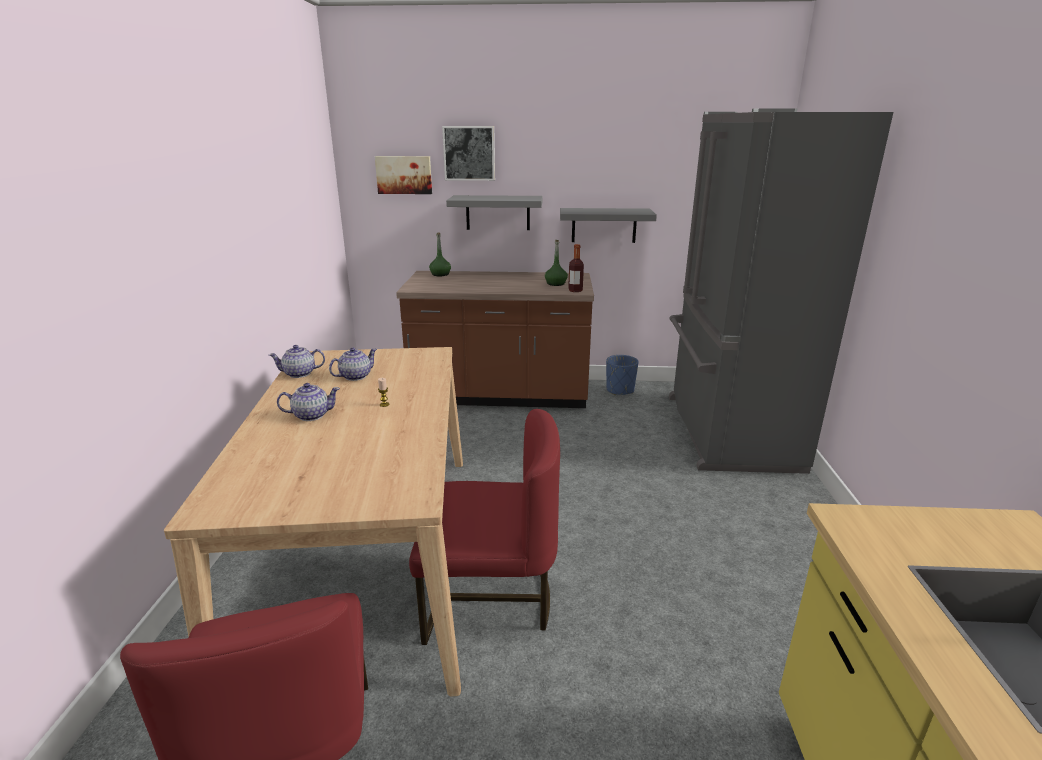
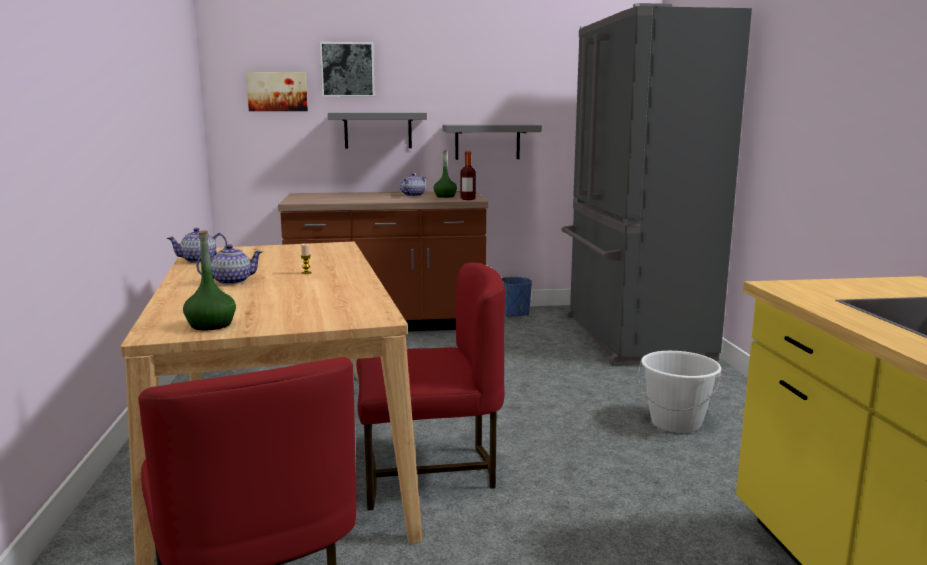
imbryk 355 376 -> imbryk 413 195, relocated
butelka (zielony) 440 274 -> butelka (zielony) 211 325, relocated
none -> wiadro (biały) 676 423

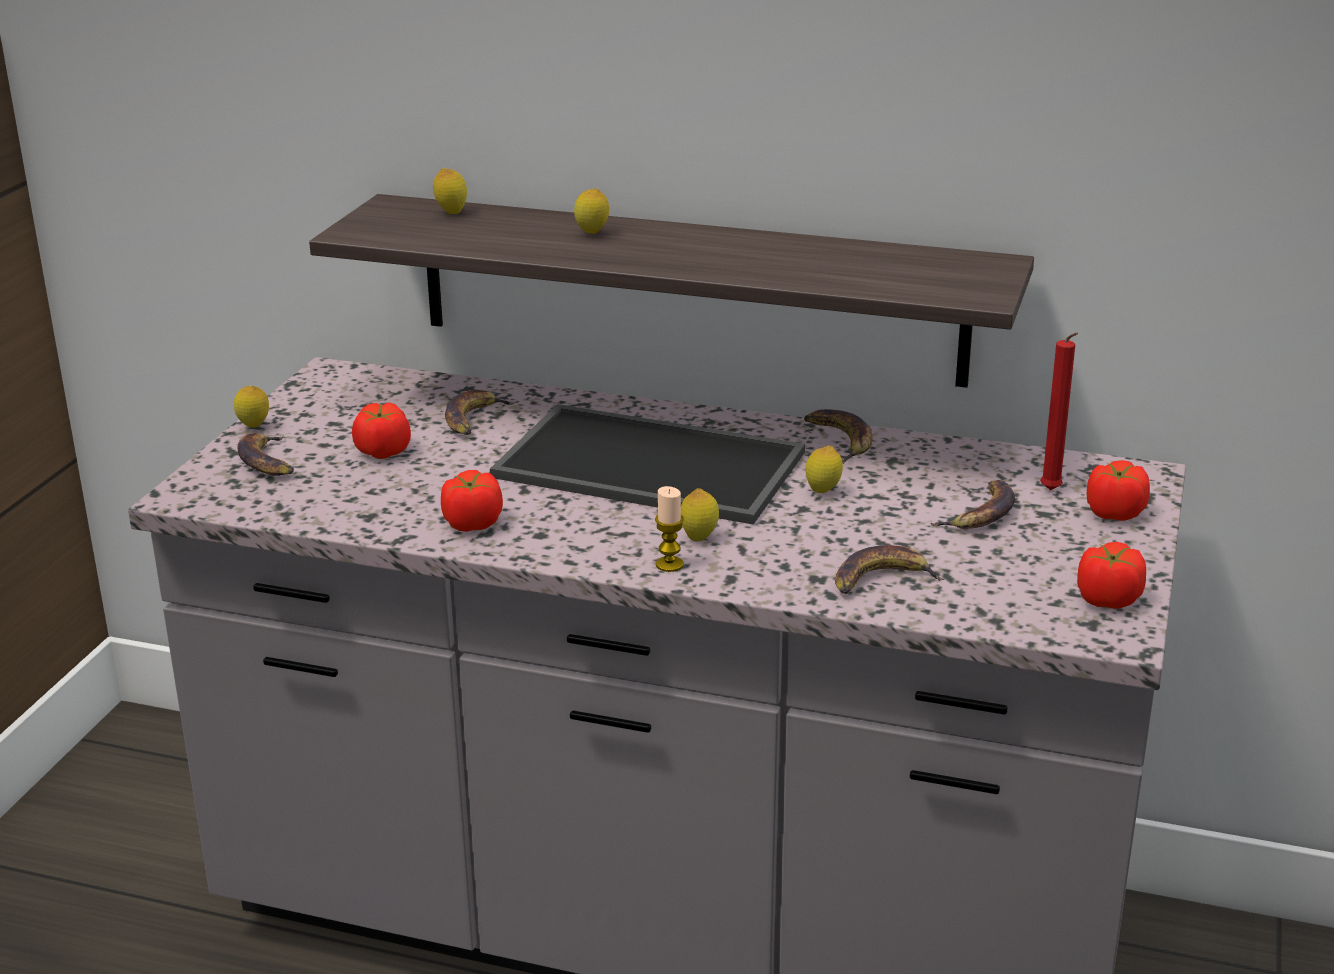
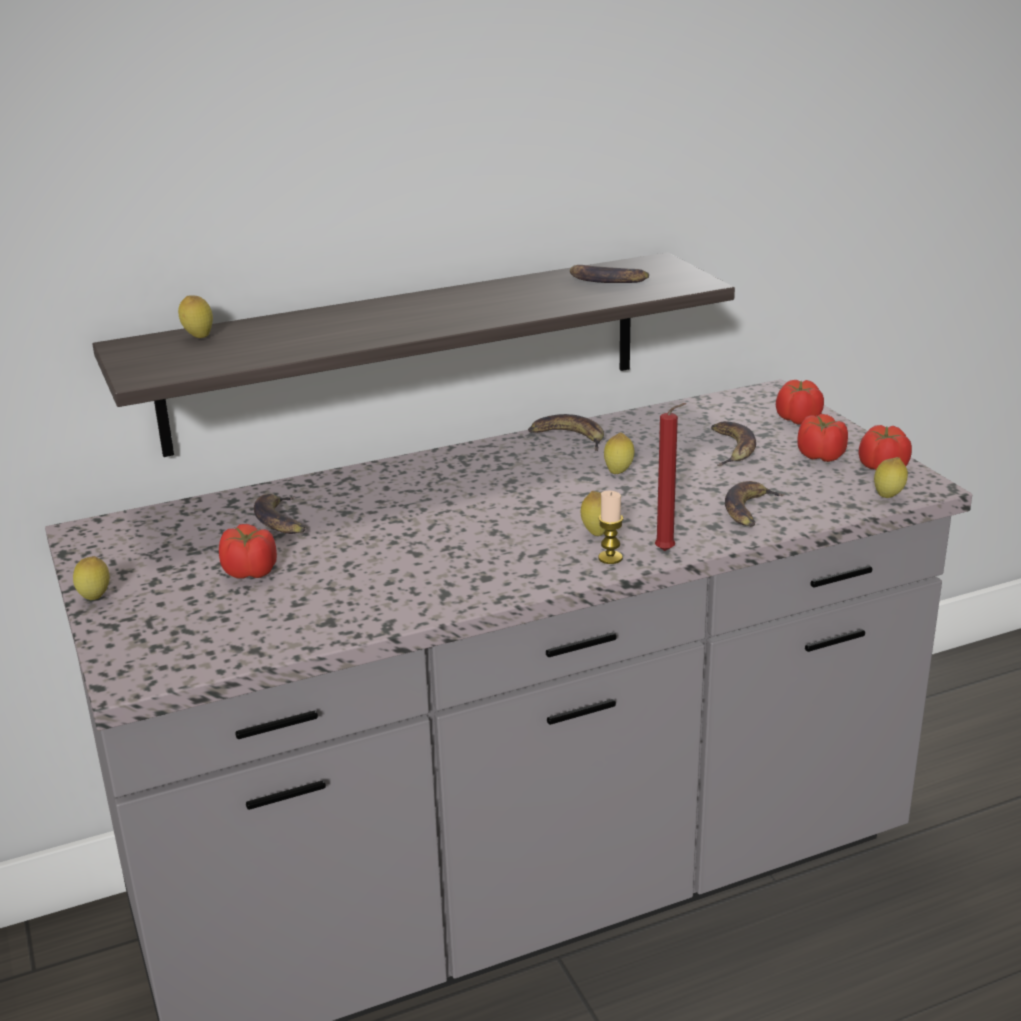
banan 268 461 -> banan 606 281, relocated
pomidor 472 523 -> pomidor 821 456, relocated
taca 644 466 -> none
cytryna 592 234 -> cytryna 888 497, relocated
świeca (czerwony) 1052 492 -> świeca (czerwony) 667 552, relocated

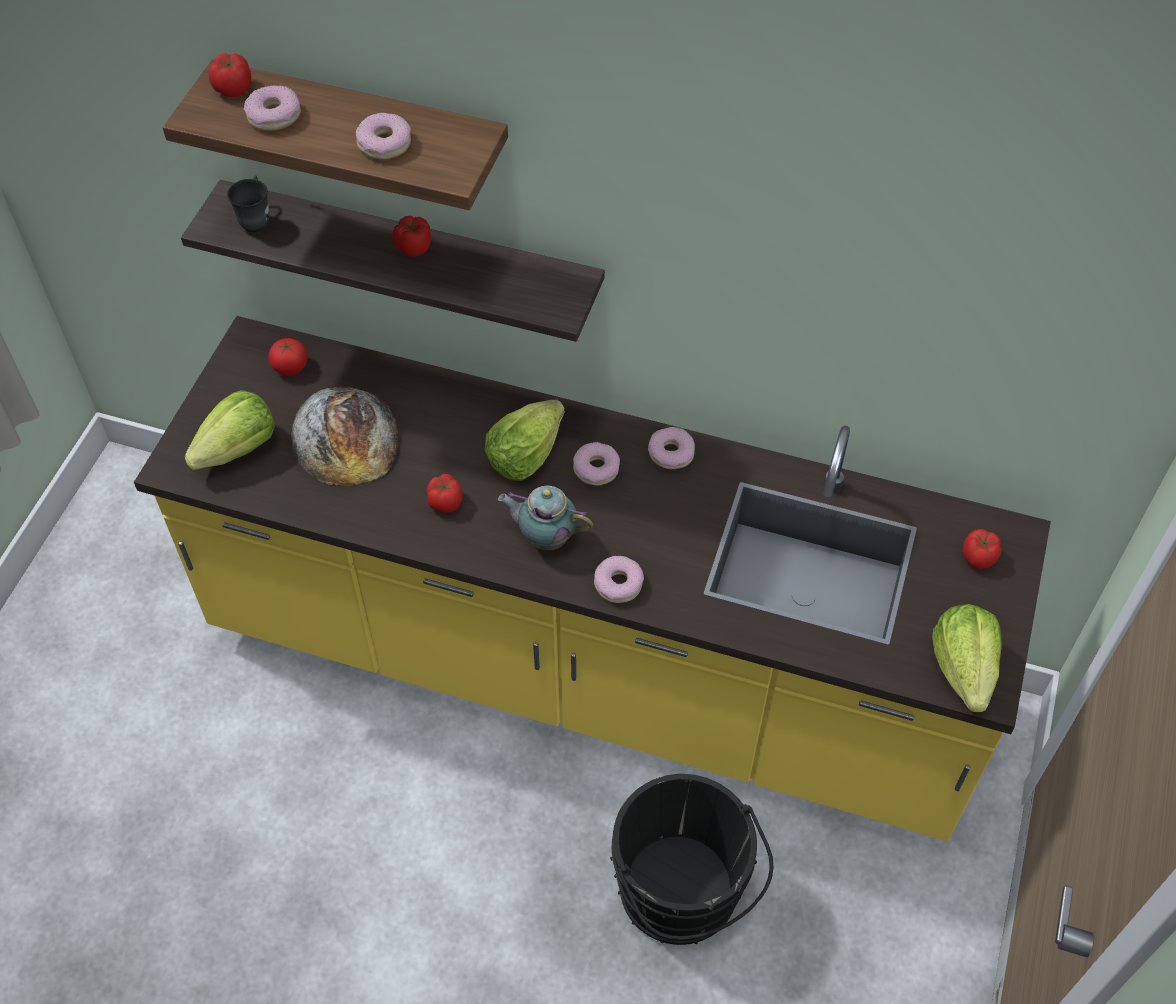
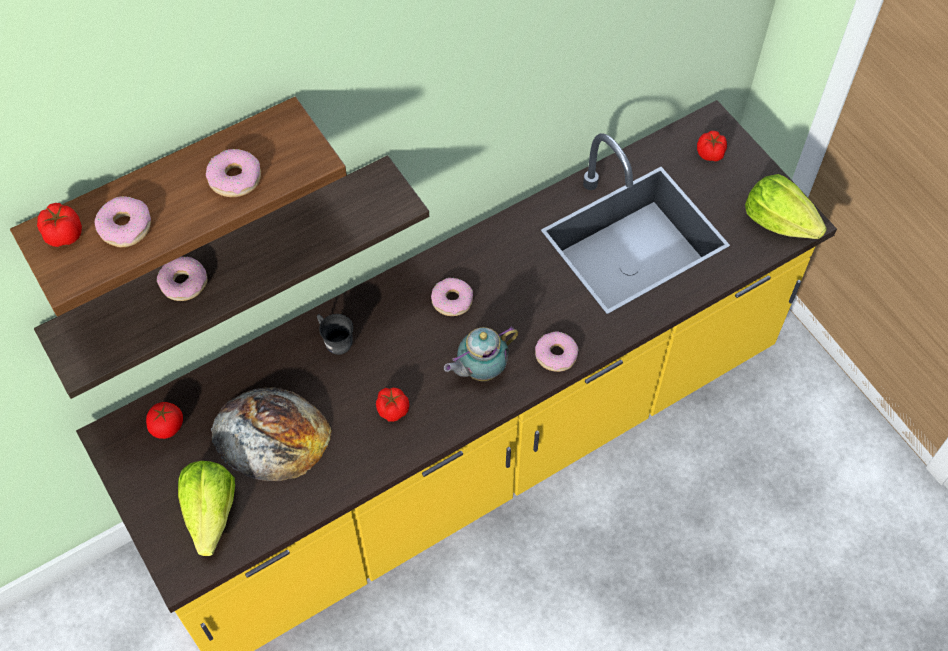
kubek (szary) 256 218 -> kubek (szary) 335 342, relocated
pomidor 414 247 -> none
sałata 525 455 -> none
wiadro (czarny) 681 896 -> none
donut 671 453 -> donut 184 283, relocated

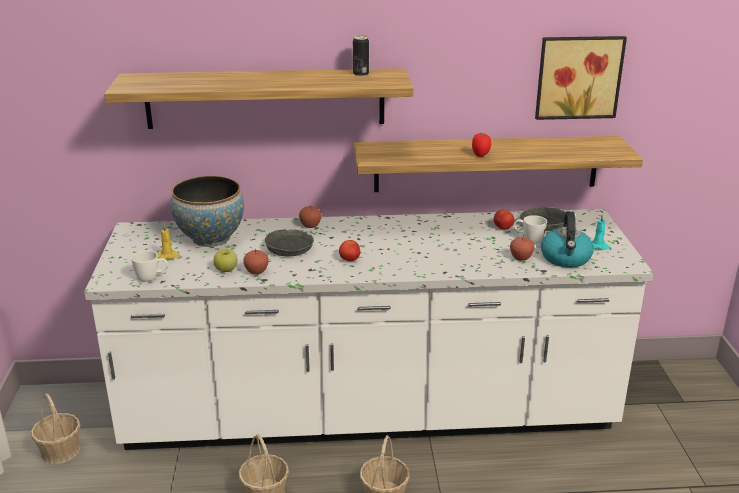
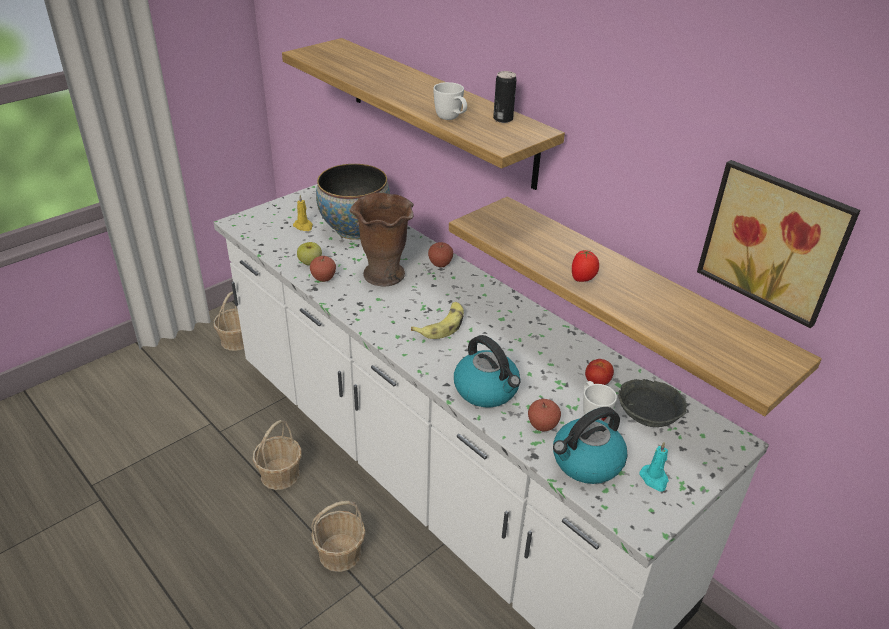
kubek (biały) 152 279 -> kubek (biały) 451 119, relocated
miska (szary) 290 248 -> wazon (brązowy) 384 274
pomidor 349 260 -> none
none -> banan 442 325
none -> czajnik 487 390

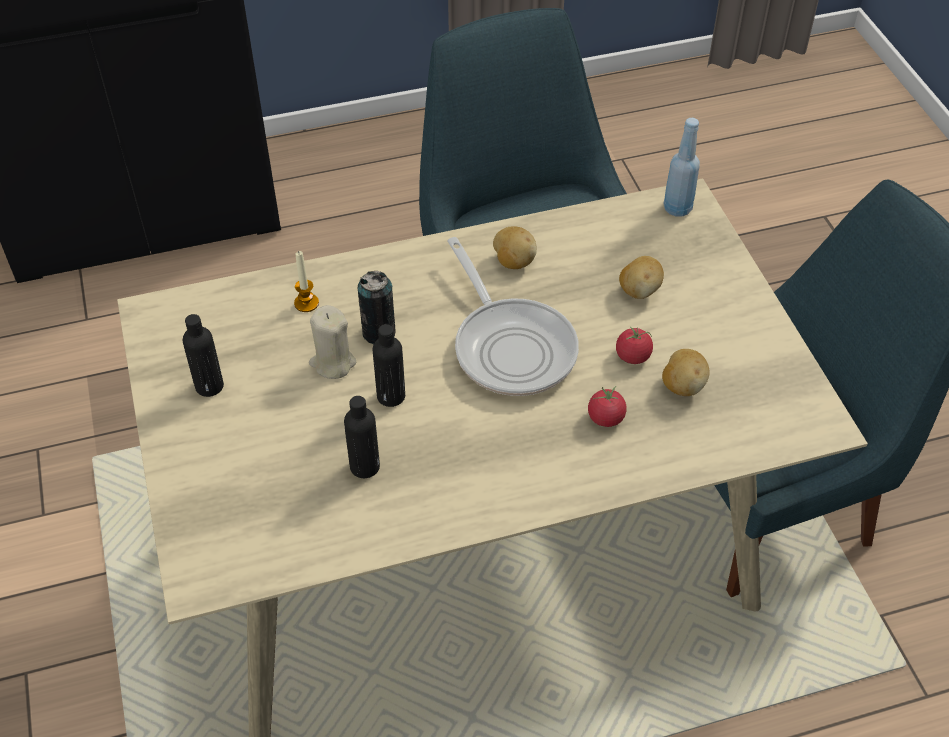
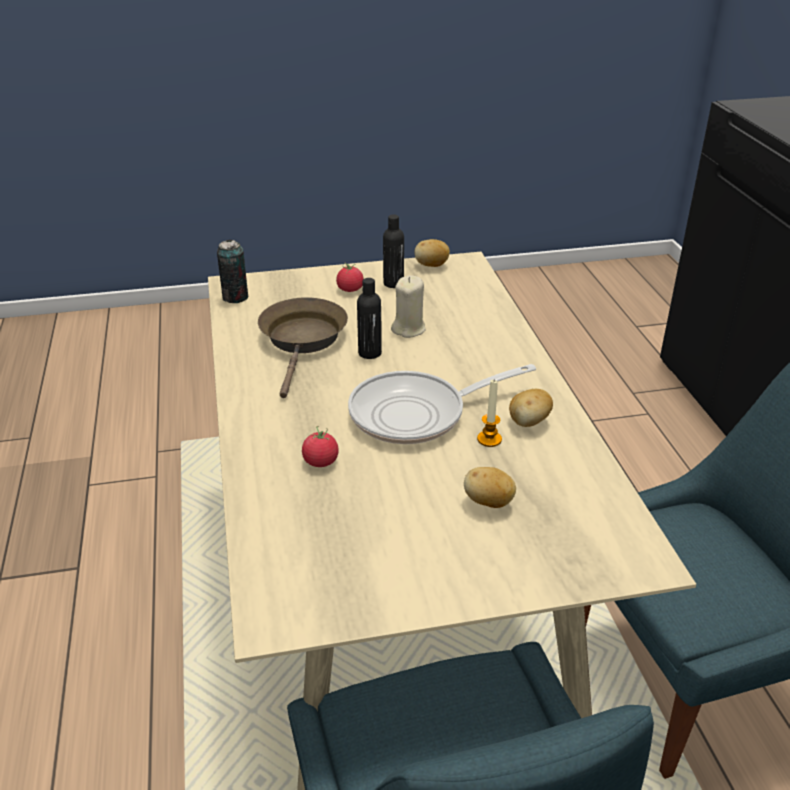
świeca 306 303 -> świeca 489 439, relocated
butelka (czarny) 364 466 -> patelnia (brązowy) 303 341
puszka 379 332 -> puszka 235 297, relocated
pomidor 632 356 -> pomidor 350 289, relocated
ziemniak 682 385 -> ziemniak 431 265, relocated
butelka (niebieski) 677 208 -> none

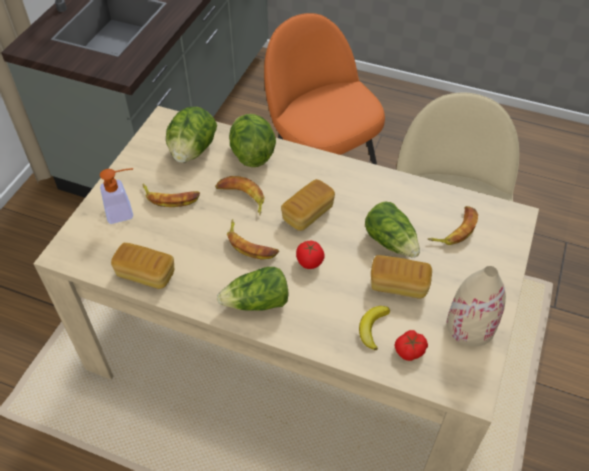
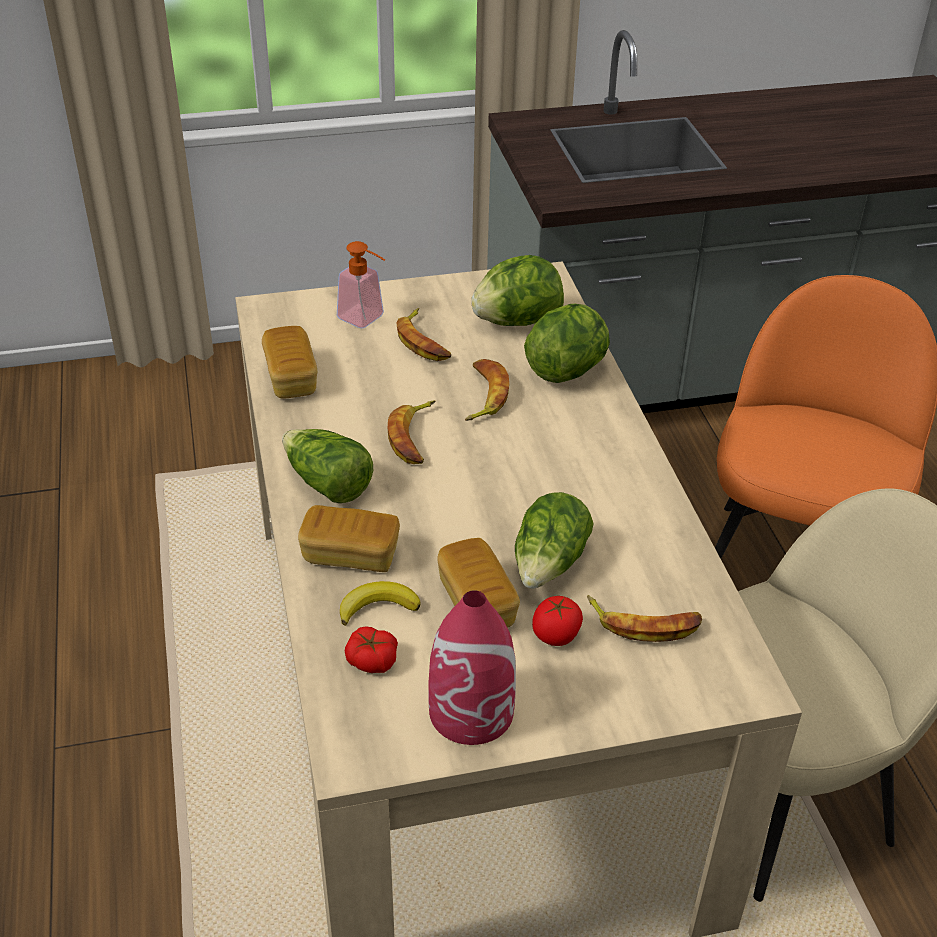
chleb 308 213 -> chleb 350 555, relocated
pomidor 309 262 -> pomidor 556 635, relocated
wazon (beżowy) 470 325 -> wazon (czerwony) 472 711

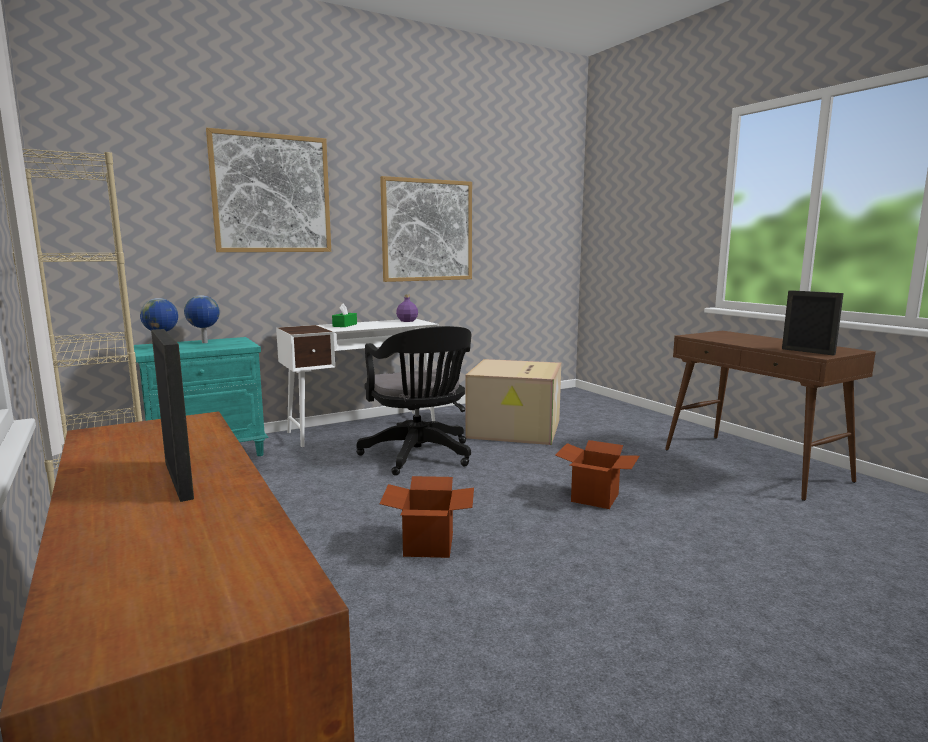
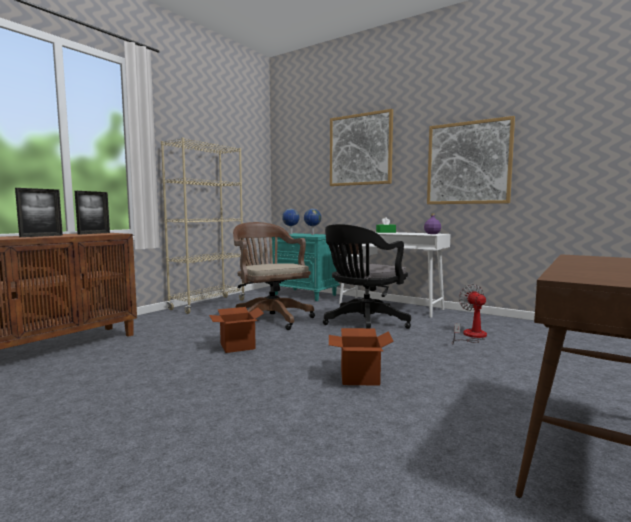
karton 515 429 -> wentylator 471 336
ramka na zdjęcie 807 352 -> ramka na zdjęcie 94 233, relocated
none -> krzesło biurowe (brązowy) 270 318

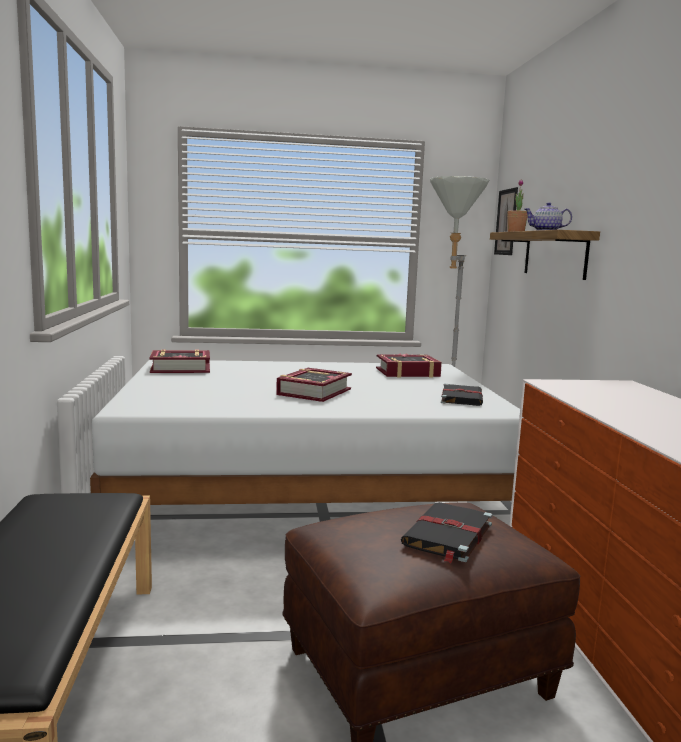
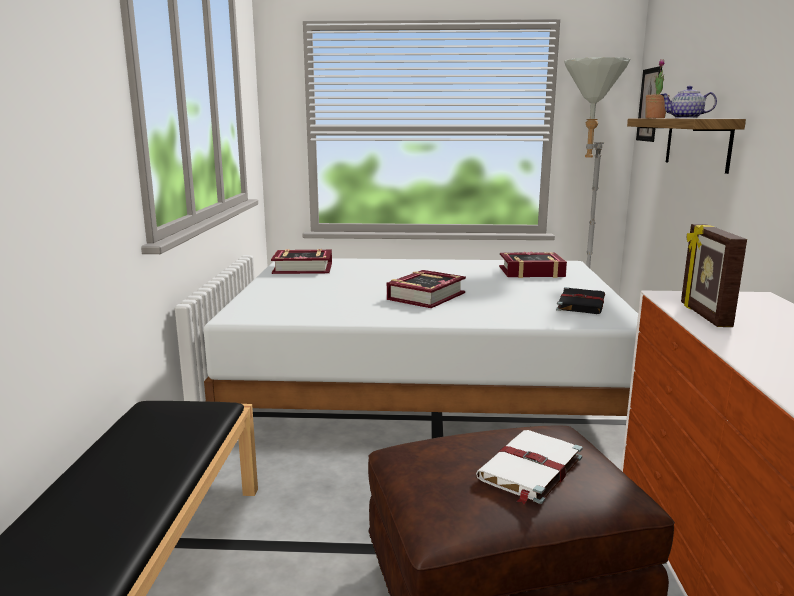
książka (czarny) 447 535 -> książka (biały) 530 469
none -> ramka na zdjęcie 703 315

